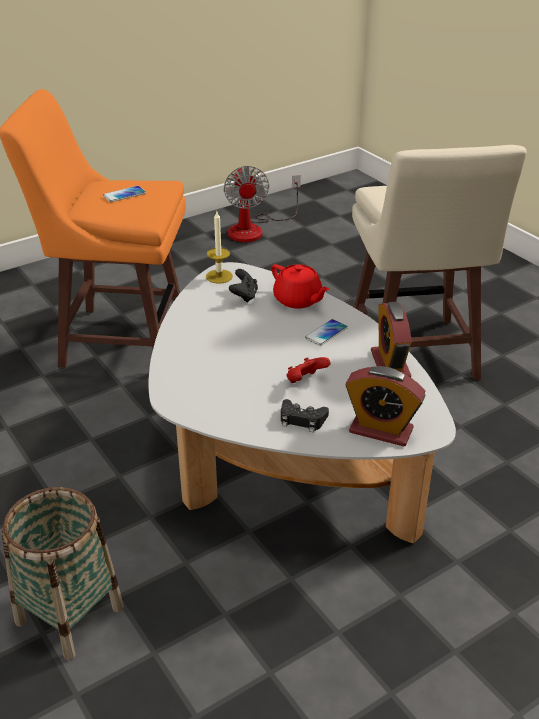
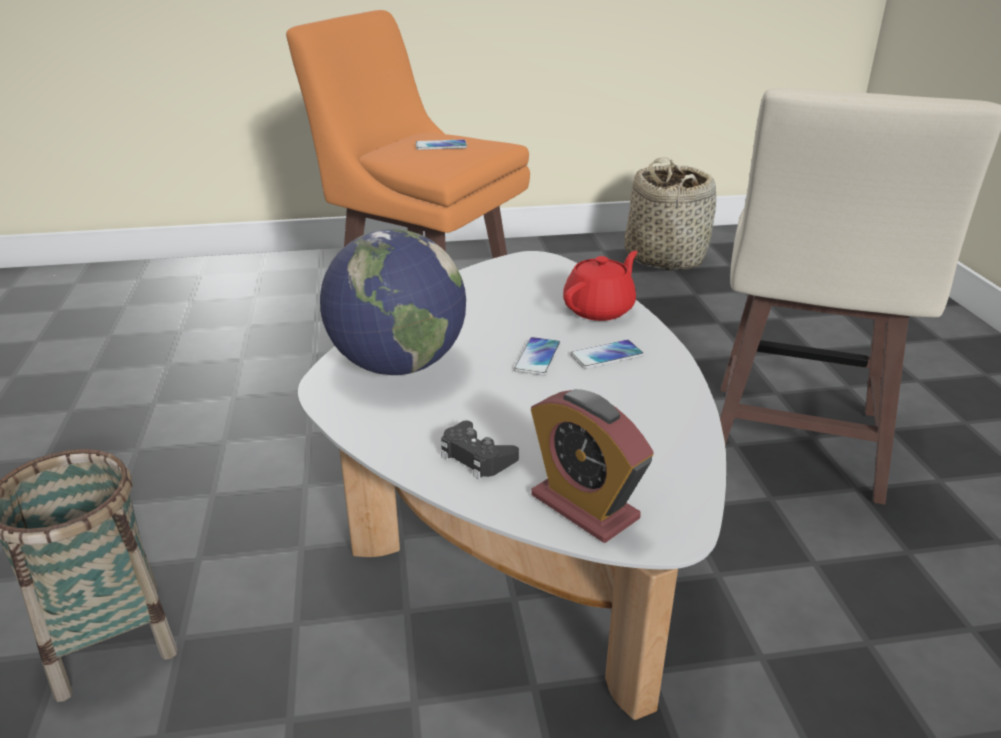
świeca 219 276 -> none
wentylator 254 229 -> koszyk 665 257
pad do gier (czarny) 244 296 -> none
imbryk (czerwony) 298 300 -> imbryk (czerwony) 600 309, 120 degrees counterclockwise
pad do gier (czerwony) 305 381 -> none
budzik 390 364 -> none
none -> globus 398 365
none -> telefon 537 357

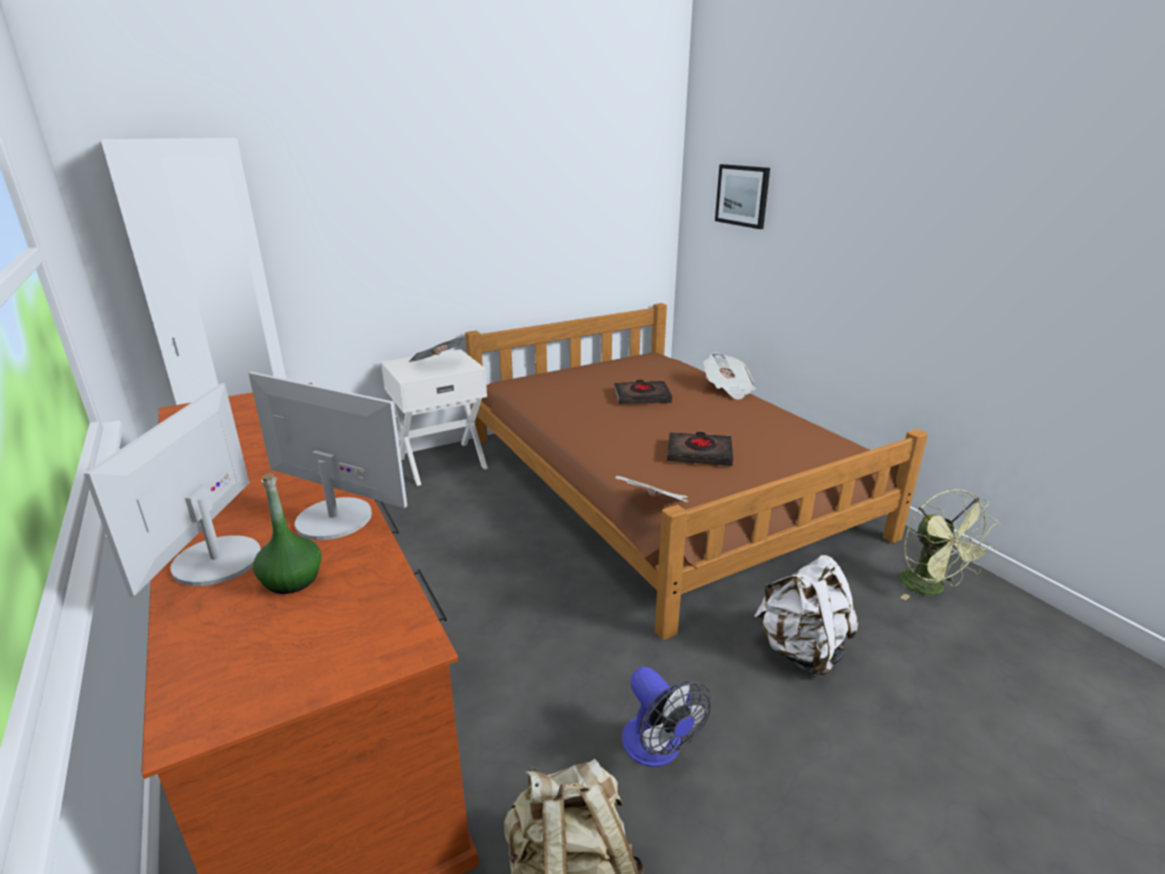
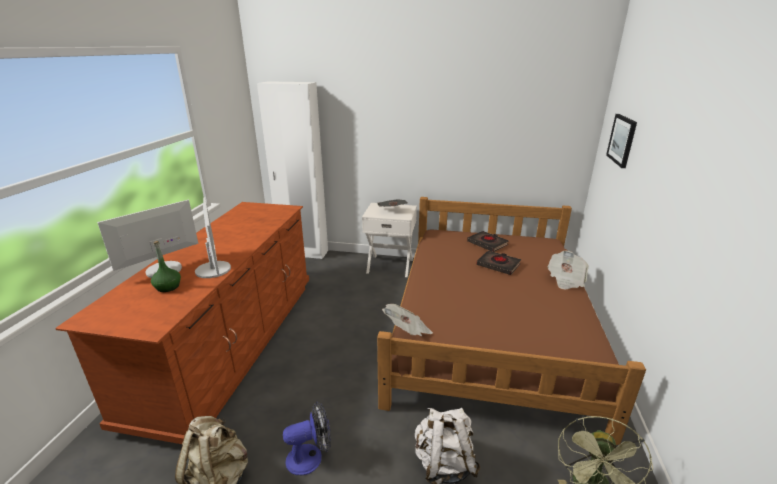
wentylator 658 749 -> wentylator 310 457, 120 degrees counterclockwise
książka (czarny) 699 454 -> książka (czarny) 487 243, relocated

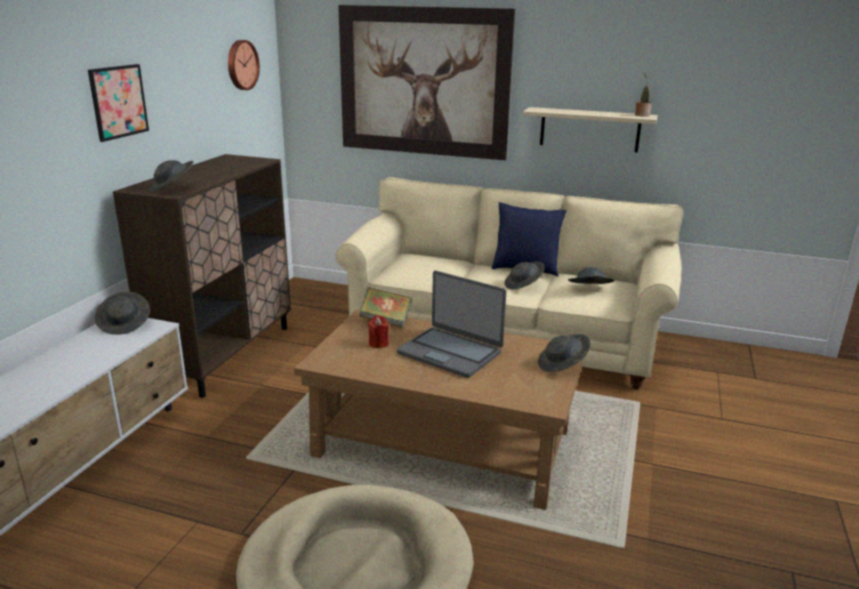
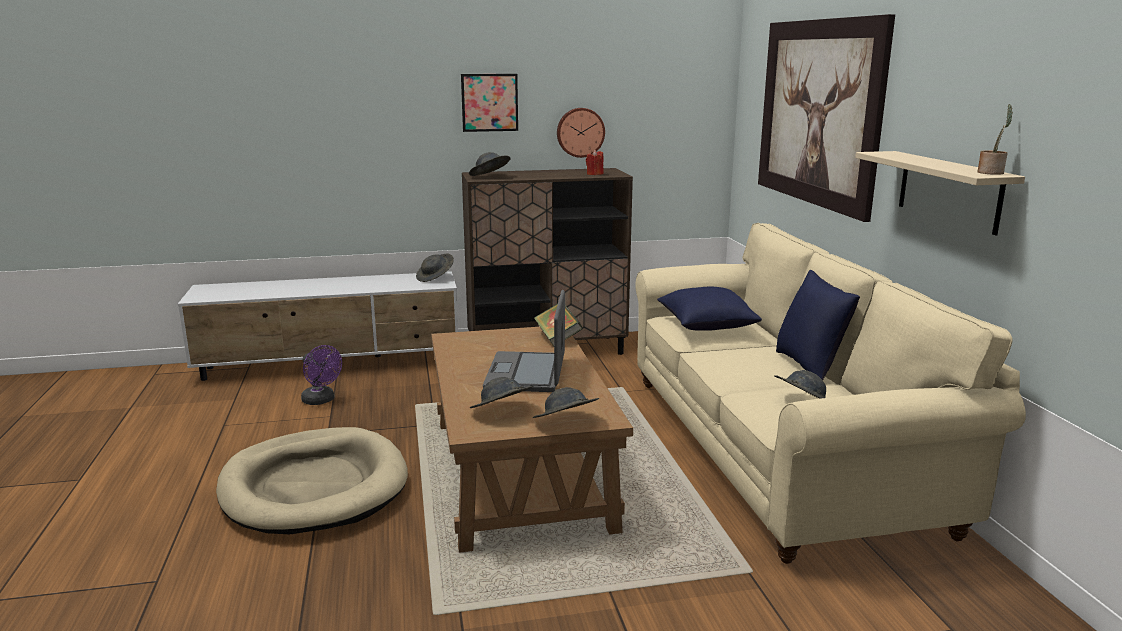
zegar ścienny 241 65 -> zegar ścienny 580 132, relocated
świeca (czerwony) 378 343 -> świeca (czerwony) 594 174, relocated
kapelusz (szary) 523 285 -> kapelusz (szary) 501 412, relocated
none -> wentylator (fioletowy) 321 401
none -> poduszka (niebieski) 706 326

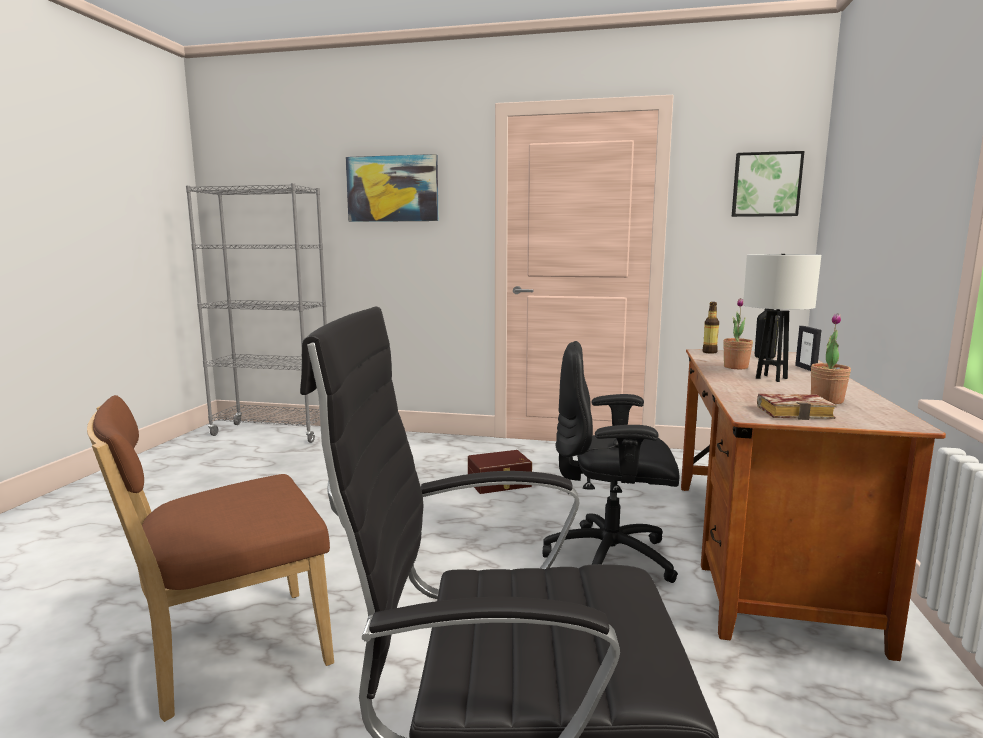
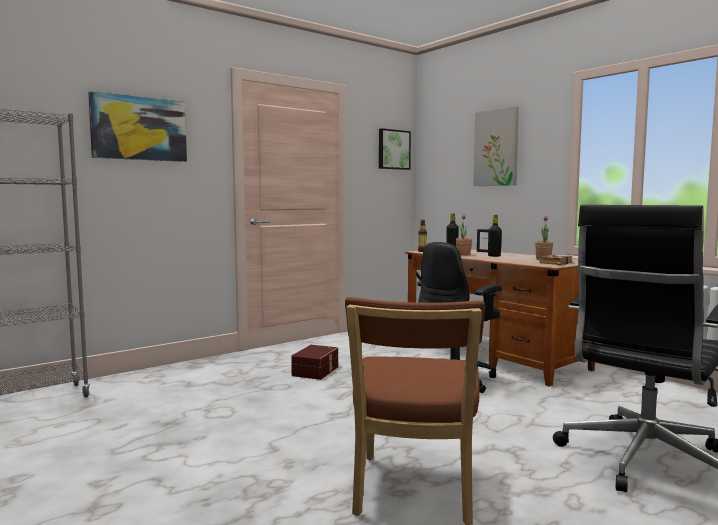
lampa stołowa (biały) 771 378 -> butelka (czarny) 494 256
none -> obraz 496 148

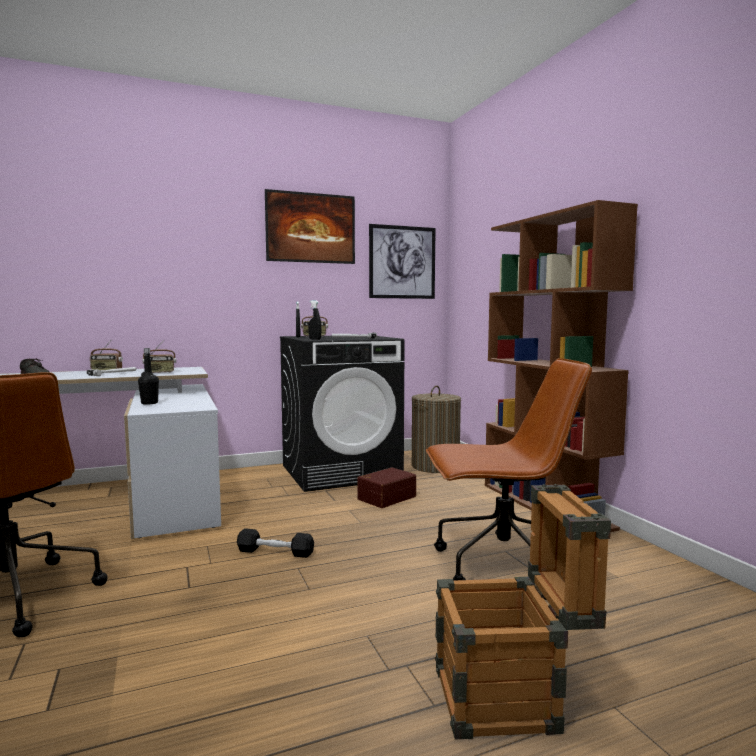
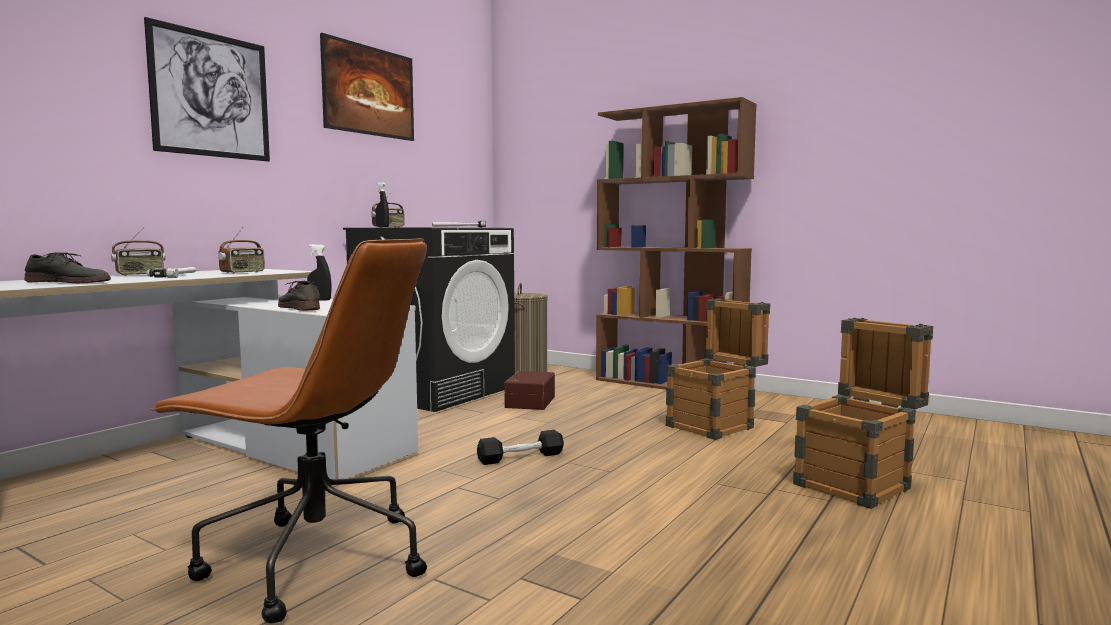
butelka (czarny) 149 403 -> but (szary) 297 307
spryskiwacz (czarny) 314 339 -> spryskiwacz (czarny) 319 300, relocated
obraz 402 262 -> obraz 211 95, relocated
krzesło biurowe (brązowy) 500 566 -> skrzynka 716 425

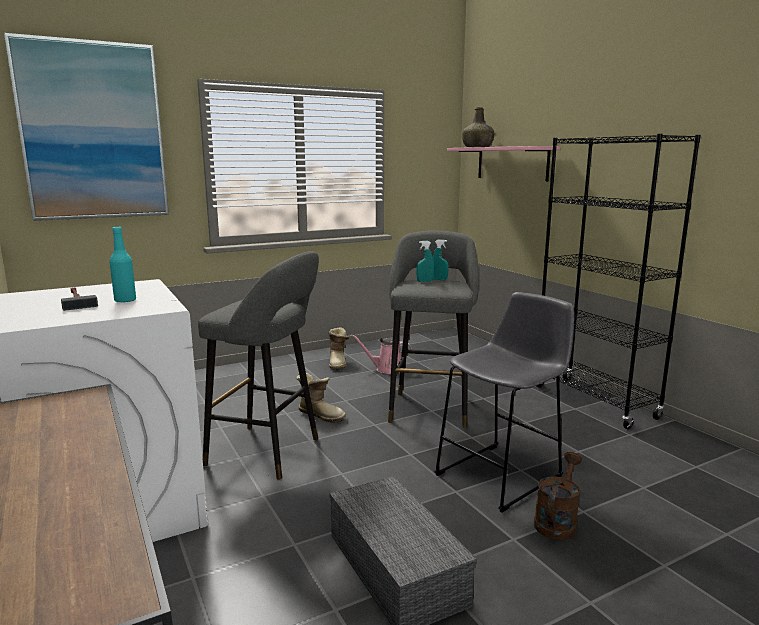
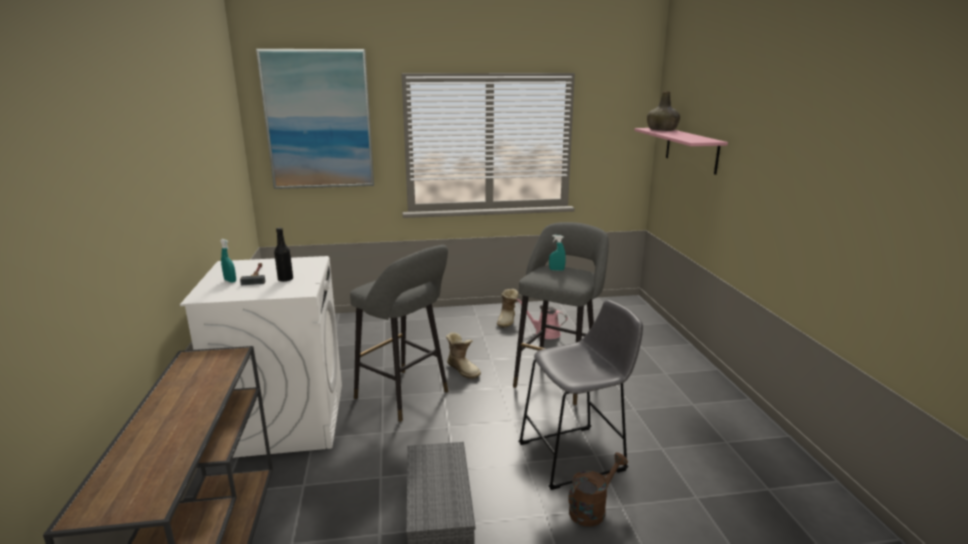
butelka (turkusowy) 125 300 -> butelka (czarny) 285 279
spryskiwacz (turkusowy) 439 279 -> spryskiwacz (turkusowy) 230 281, relocated
regał (czarny) 594 402 -> none

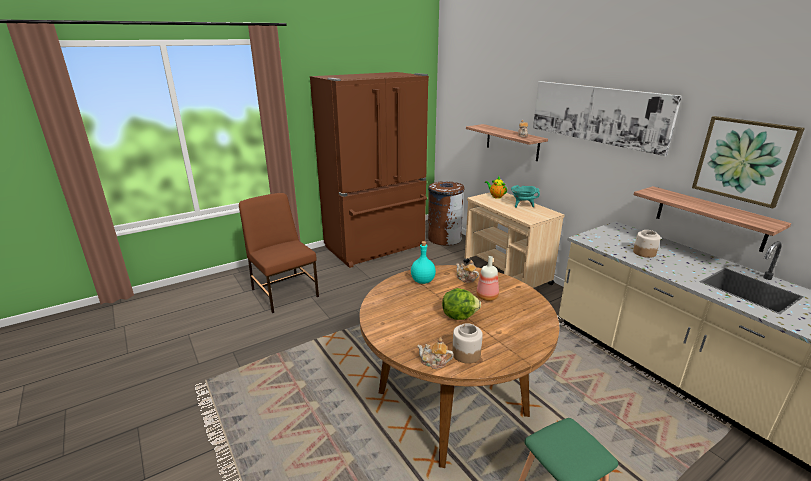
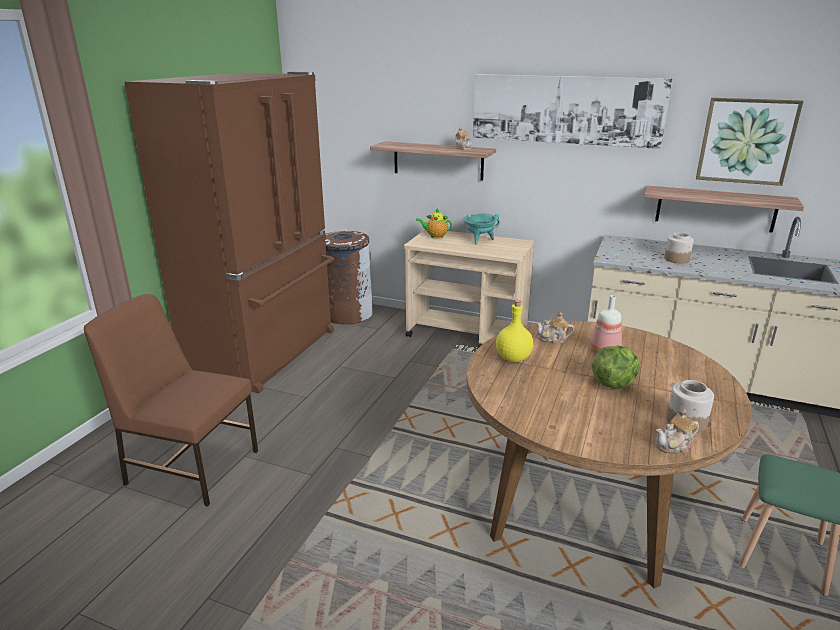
butelka (turkusowy) 423 281 -> butelka (żółty) 514 358

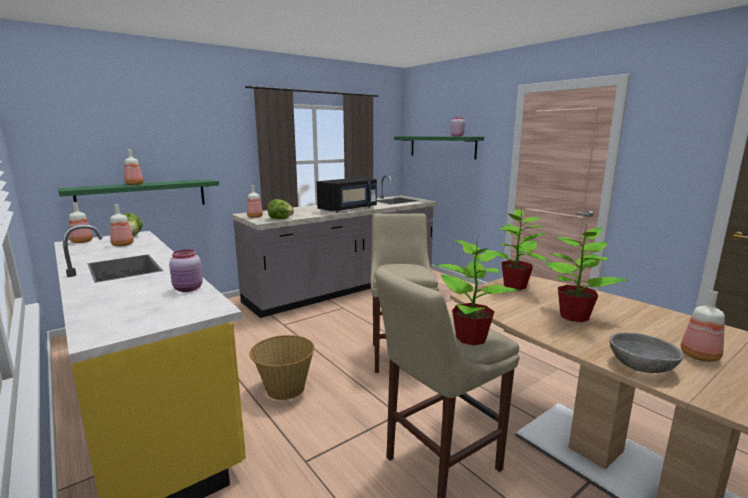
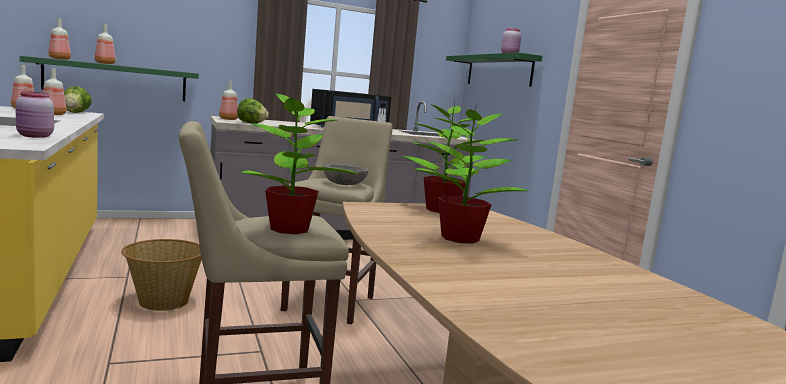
miska (szary) 640 366 -> miska (szary) 343 183, relocated
butelka 698 355 -> butelka 60 59, relocated

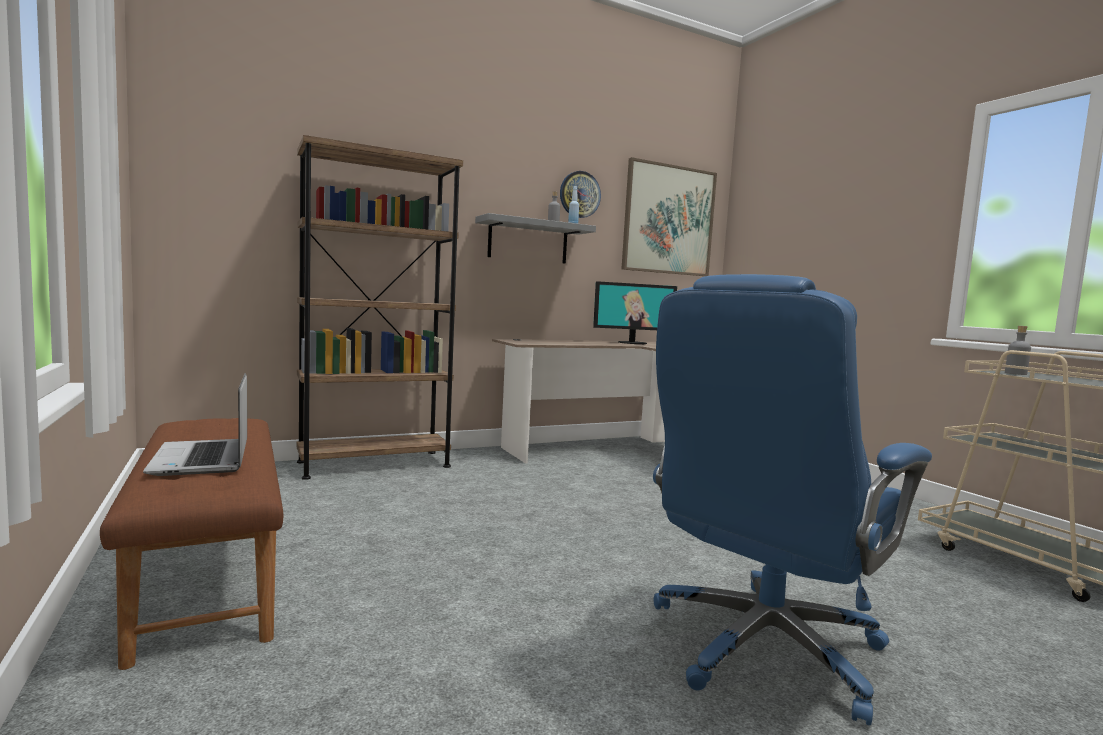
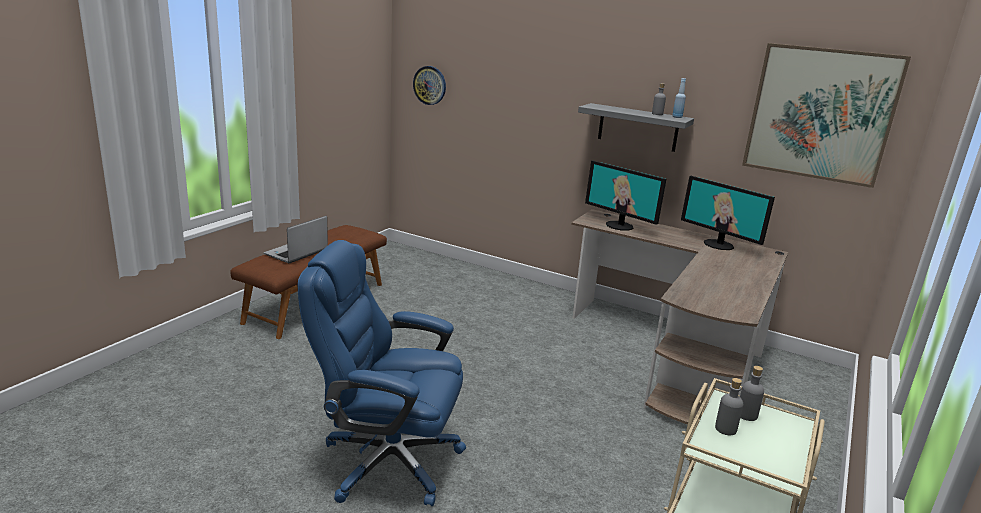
regał (brązowy) 374 464 -> none
zegar ścienny 579 194 -> zegar ścienny 430 85, relocated
none -> monitor 620 225
none -> butelka (szary) 725 429

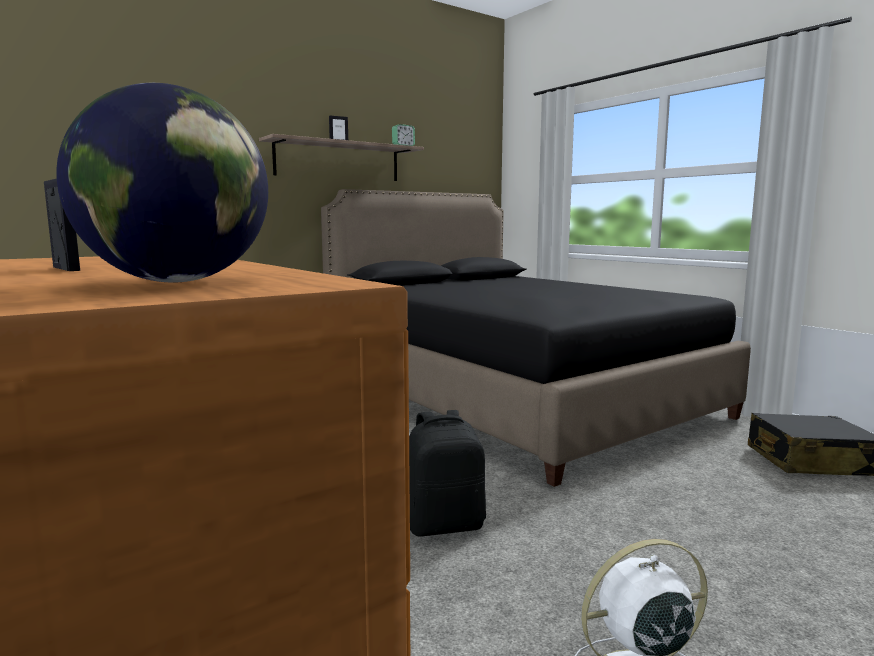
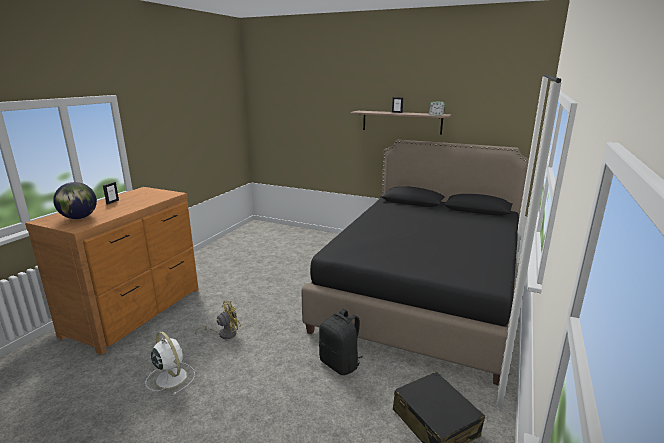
plecak (czarny) 444 524 -> plecak (czarny) 340 364, relocated
none -> wentylator (żółty) 224 334

